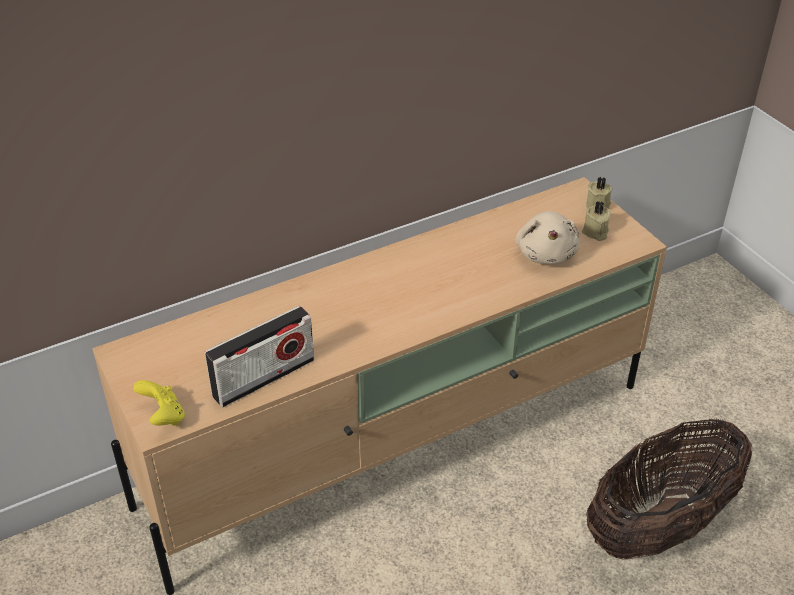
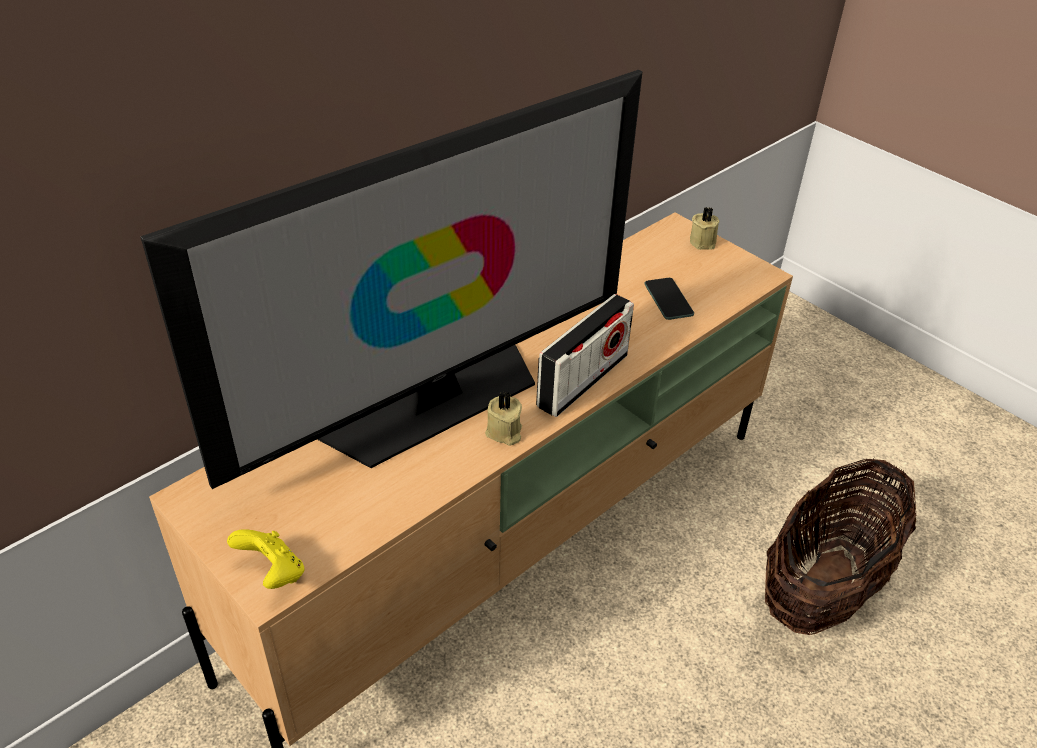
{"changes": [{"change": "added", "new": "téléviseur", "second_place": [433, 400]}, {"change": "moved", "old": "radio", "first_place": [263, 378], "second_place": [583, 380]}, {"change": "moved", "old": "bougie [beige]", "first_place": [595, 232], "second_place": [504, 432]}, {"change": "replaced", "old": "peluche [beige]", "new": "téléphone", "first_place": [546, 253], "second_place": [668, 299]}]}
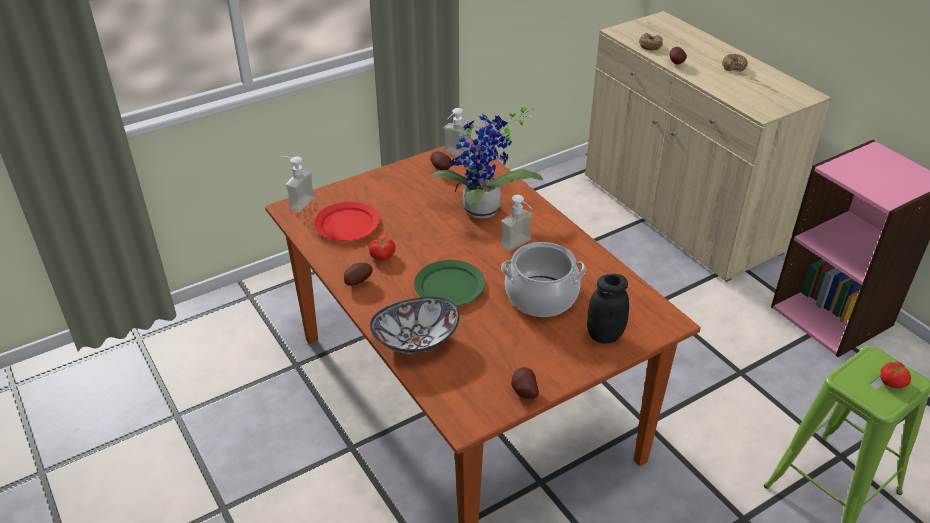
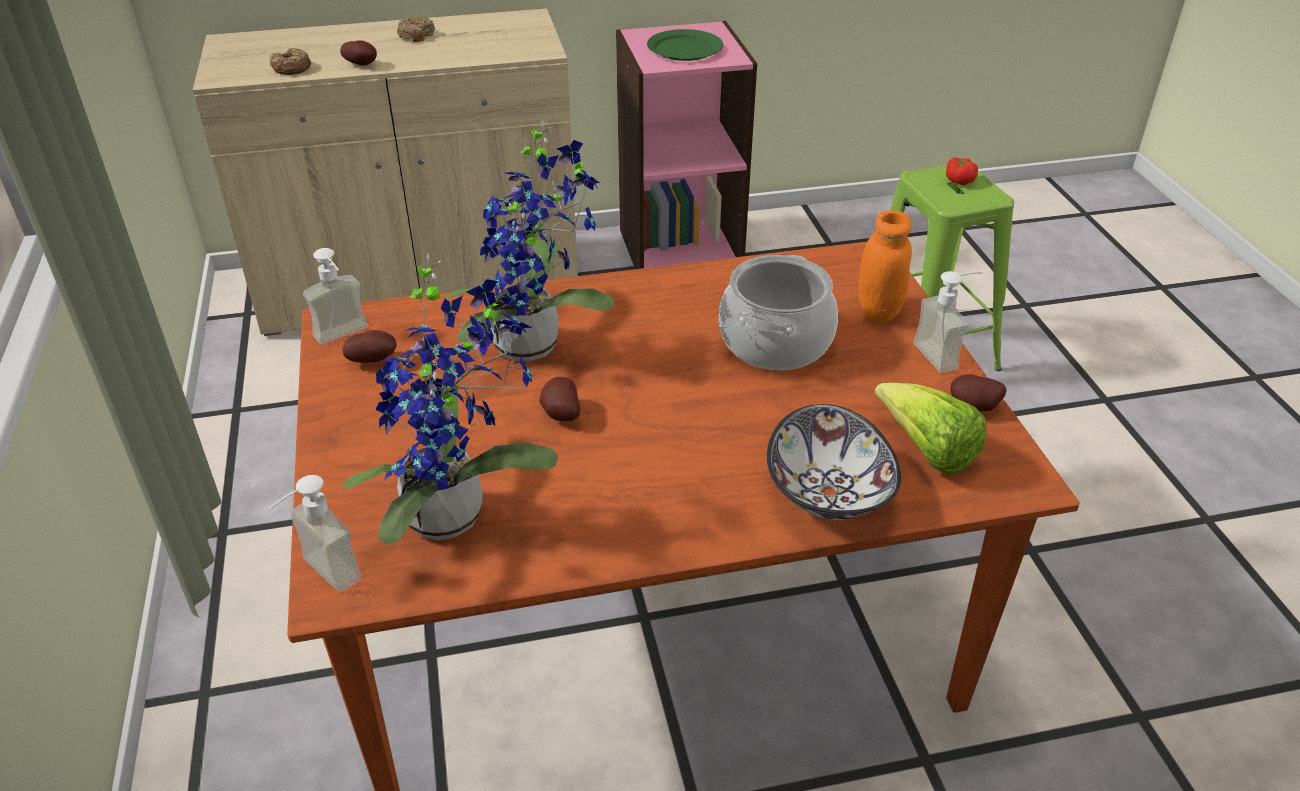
{"changes": [{"change": "removed", "old": "tomate", "first_place": [383, 256]}, {"change": "added", "new": "laitue", "second_place": [927, 451]}, {"change": "moved", "old": "pomme de terre", "first_place": [357, 281], "second_place": [560, 414]}, {"change": "moved", "old": "assiette [vert]", "first_place": [450, 286], "second_place": [684, 49]}, {"change": "moved", "old": "distributeur de savon", "first_place": [520, 246], "second_place": [945, 354]}, {"change": "replaced", "old": "assiette [rouge]", "new": "plante en pot", "first_place": [347, 224], "second_place": [455, 514]}, {"change": "recoloured", "old": "bocal [noir]", "new": "bocal [orange]", "first_place": [604, 335], "second_place": [878, 311]}]}
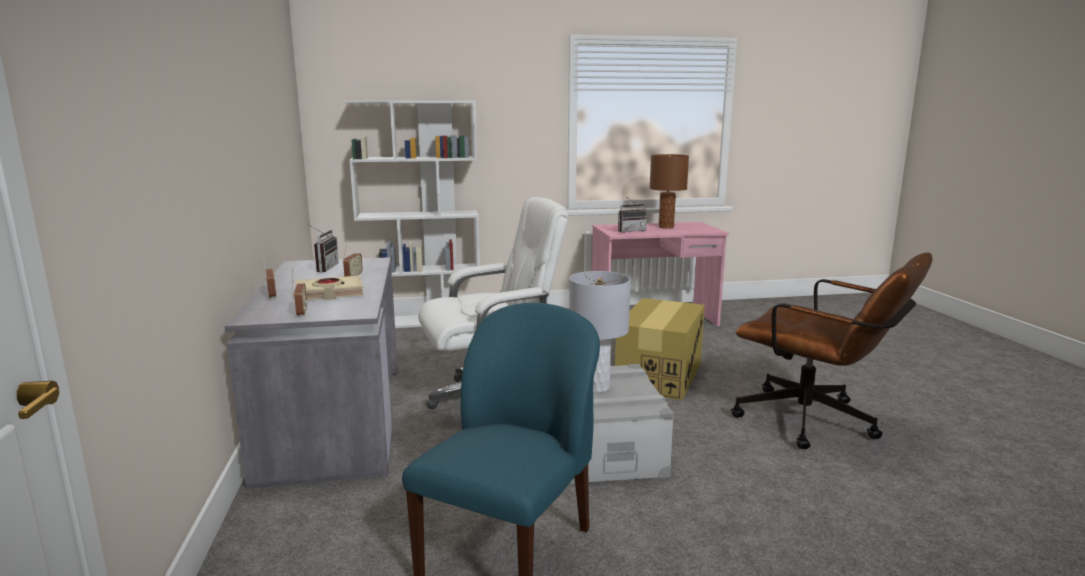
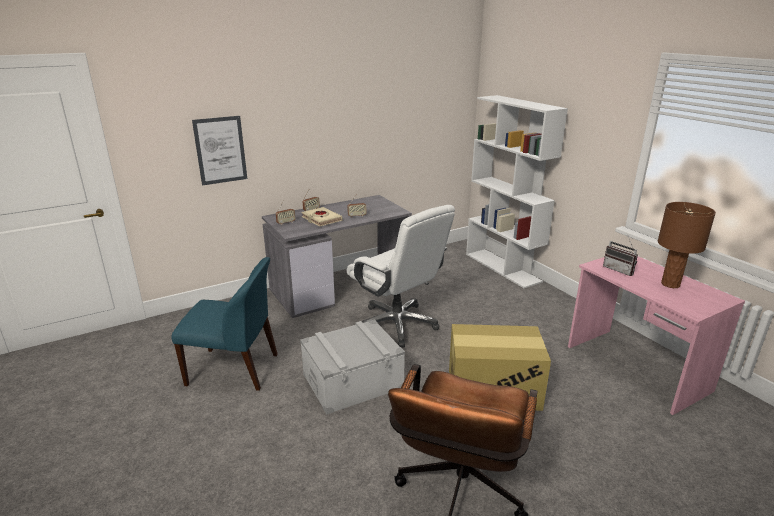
{"changes": [{"change": "removed", "old": "radio", "first_place": [323, 268]}, {"change": "removed", "old": "lampe de table [gris]", "first_place": [597, 387]}, {"change": "added", "new": "tableau", "second_place": [220, 150]}]}
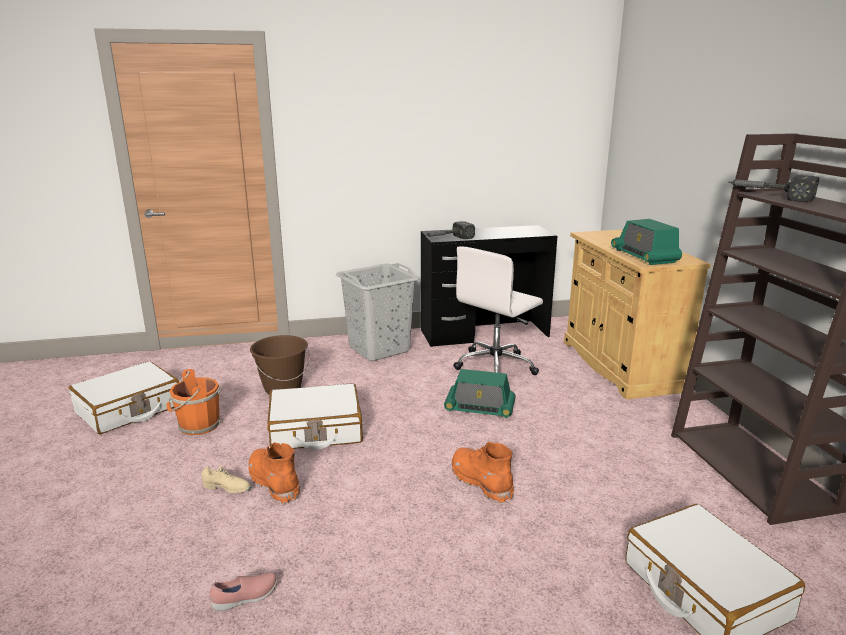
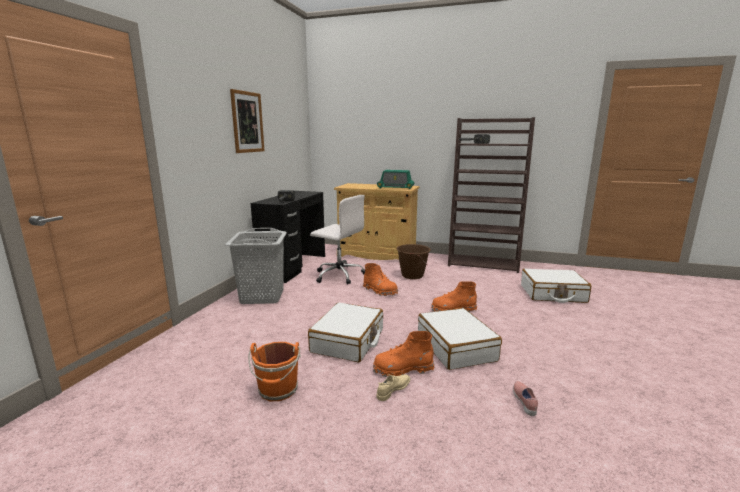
{"changes": [{"change": "added", "new": "tableau", "second_place": [247, 122]}, {"change": "moved", "old": "valise [blanc]", "first_place": [129, 409], "second_place": [456, 348]}, {"change": "moved", "old": "seau [marron]", "first_place": [282, 388], "second_place": [412, 275]}, {"change": "replaced", "old": "radio", "new": "botte [orange]", "first_place": [479, 408], "second_place": [380, 291]}, {"change": "turned", "old": "chaise de bureau [blanc]", "first_place": [496, 366], "second_place": [338, 275], "degrees": -45}]}
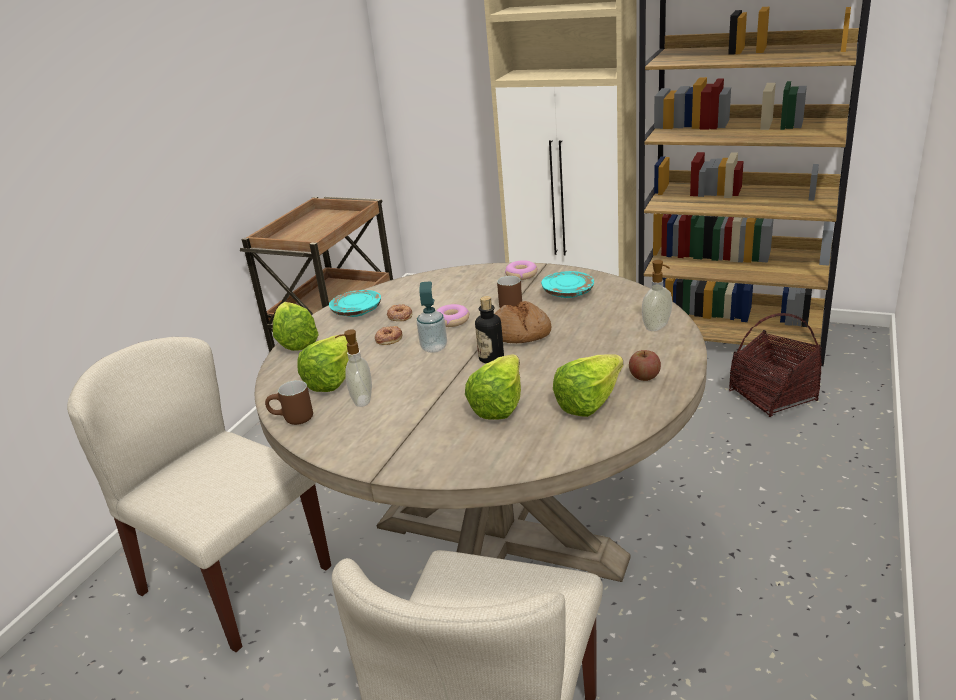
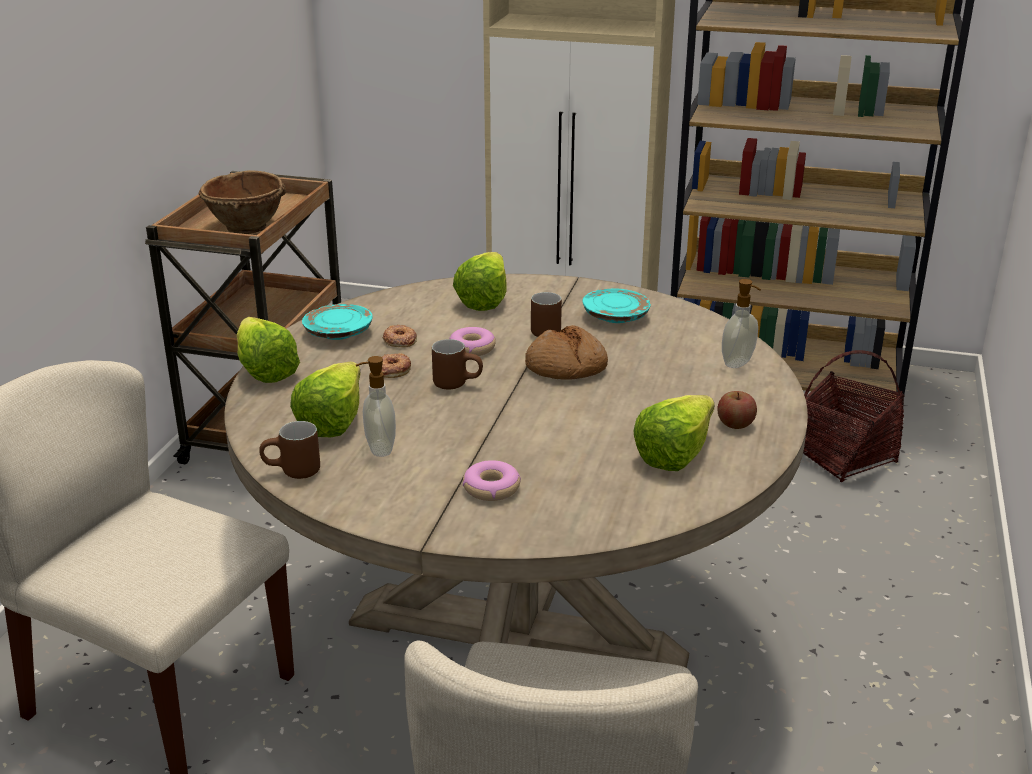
{"changes": [{"change": "removed", "old": "bouteille", "first_place": [491, 358]}, {"change": "added", "new": "bol [marron]", "second_place": [246, 228]}, {"change": "moved", "old": "laitue", "first_place": [503, 402], "second_place": [488, 298]}, {"change": "moved", "old": "beignet", "first_place": [521, 275], "second_place": [491, 488]}, {"change": "replaced", "old": "distributeur de savon", "new": "mug [marron]", "first_place": [434, 348], "second_place": [457, 383]}]}
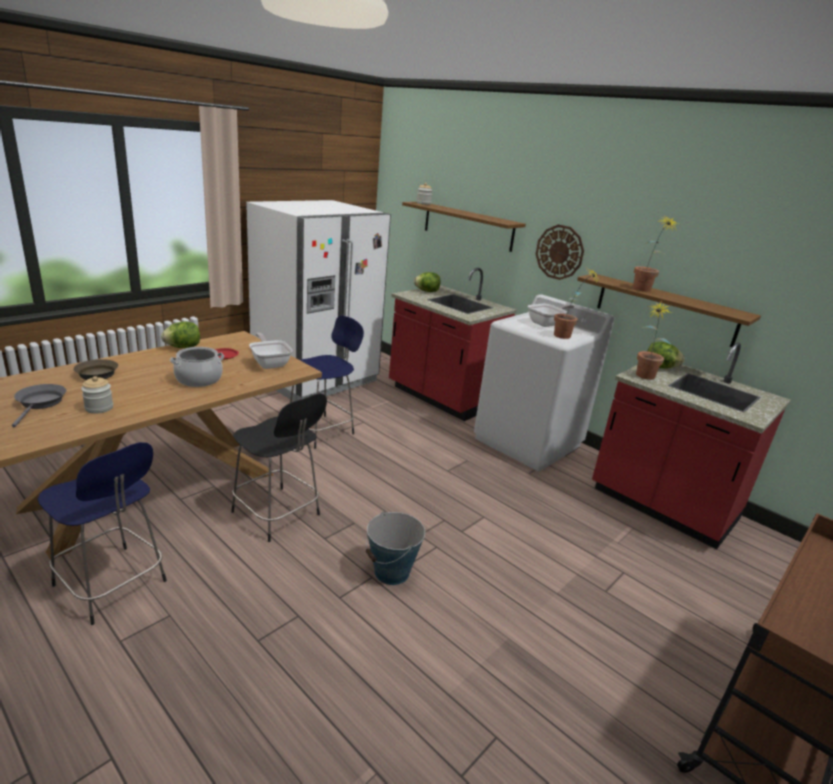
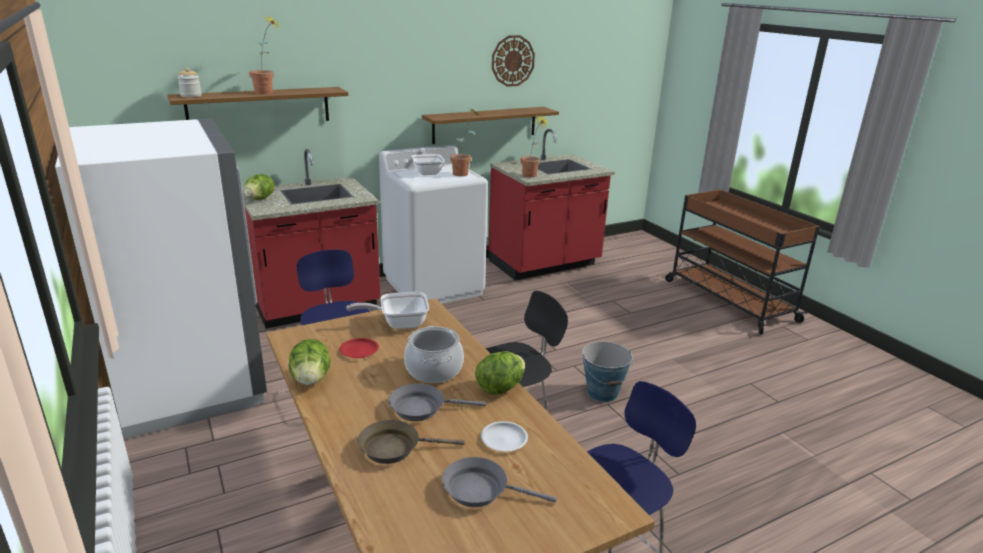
{"changes": [{"change": "added", "new": "poêle [gris]", "second_place": [422, 408]}, {"change": "moved", "old": "horloge murale", "first_place": [559, 252], "second_place": [512, 61]}, {"change": "moved", "old": "plante en pot", "first_place": [643, 290], "second_place": [268, 93]}, {"change": "moved", "old": "laitue", "first_place": [660, 367], "second_place": [500, 388]}, {"change": "replaced", "old": "bocal", "new": "assiette [blanc]", "first_place": [99, 408], "second_place": [504, 439]}]}
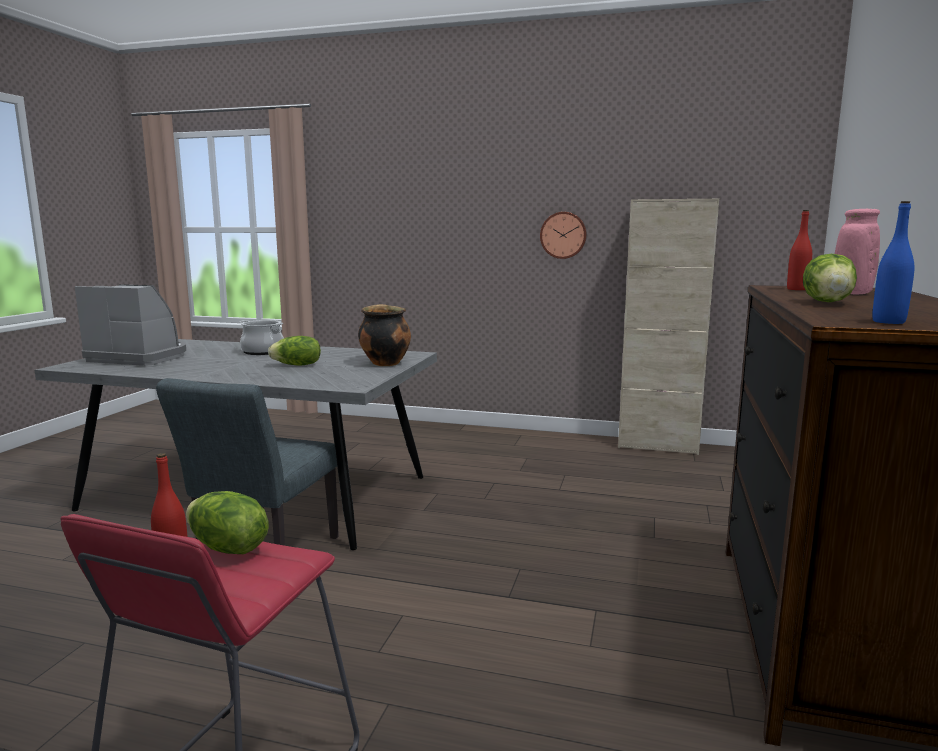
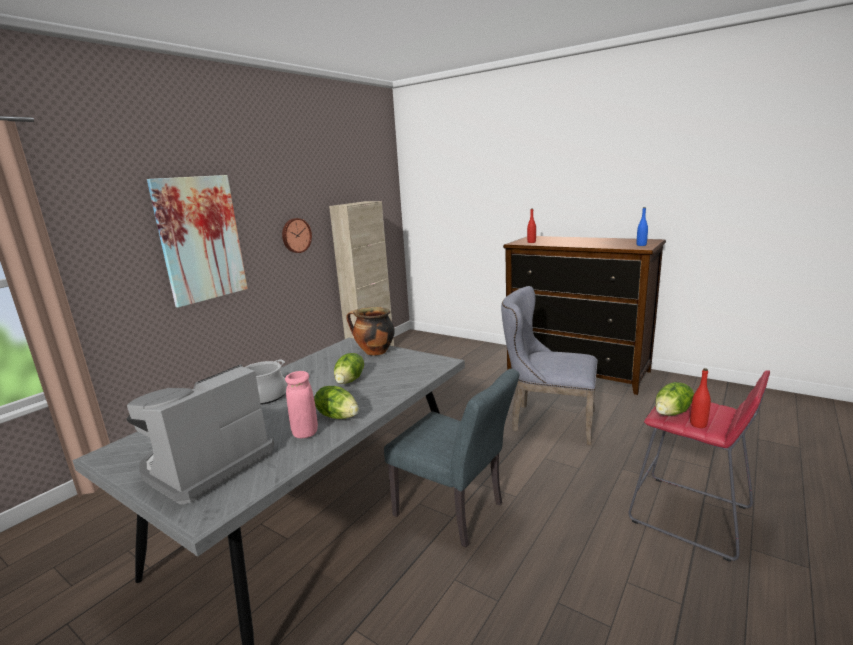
{"changes": [{"change": "added", "new": "tableau", "second_place": [200, 239]}, {"change": "added", "new": "chaise [gris]", "second_place": [547, 421]}, {"change": "moved", "old": "laitue", "first_place": [828, 302], "second_place": [338, 416]}, {"change": "moved", "old": "vase [rose]", "first_place": [851, 293], "second_place": [305, 433]}]}
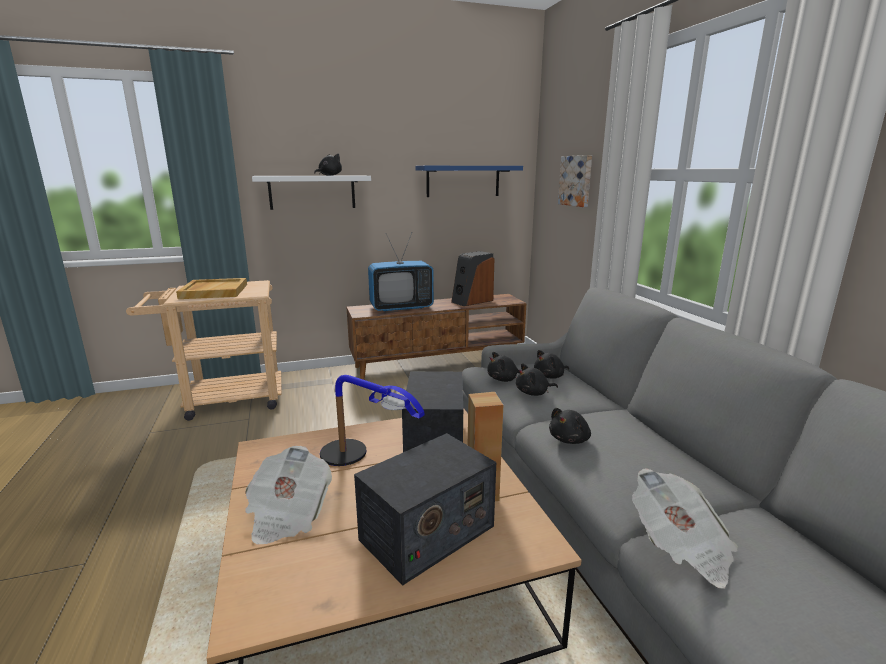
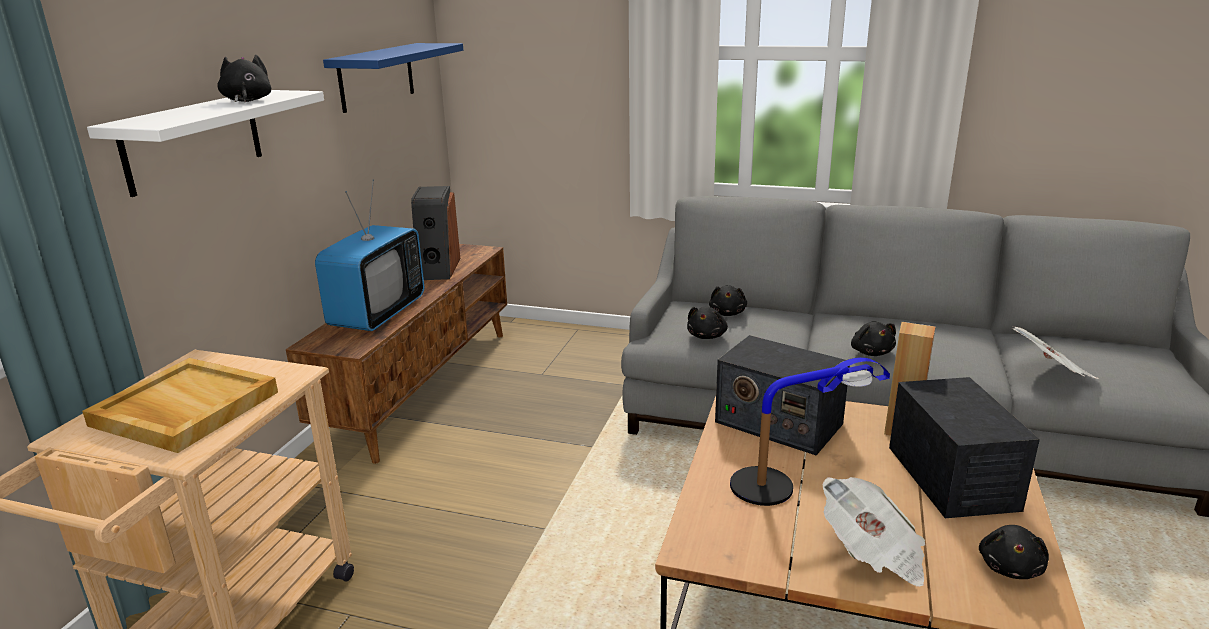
{"changes": [{"change": "removed", "old": "tableau", "first_place": [576, 181]}, {"change": "moved", "old": "peluche [noir]", "first_place": [533, 393], "second_place": [1010, 567]}]}
